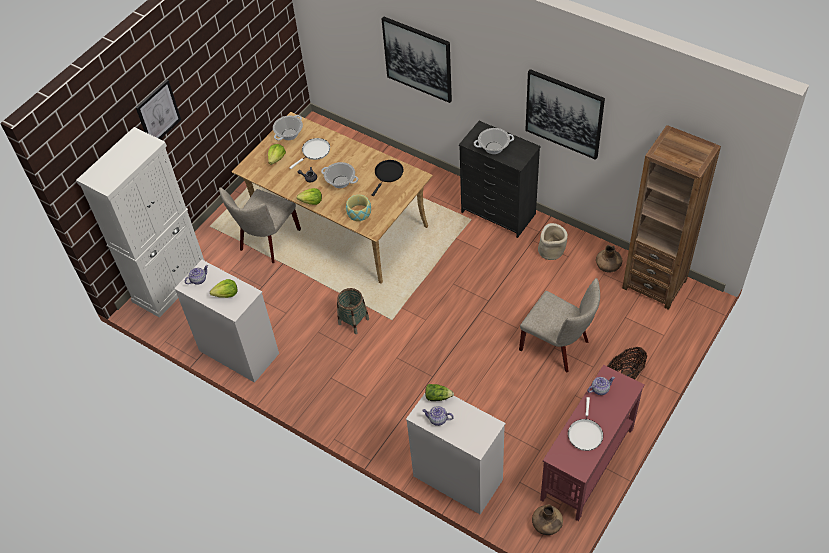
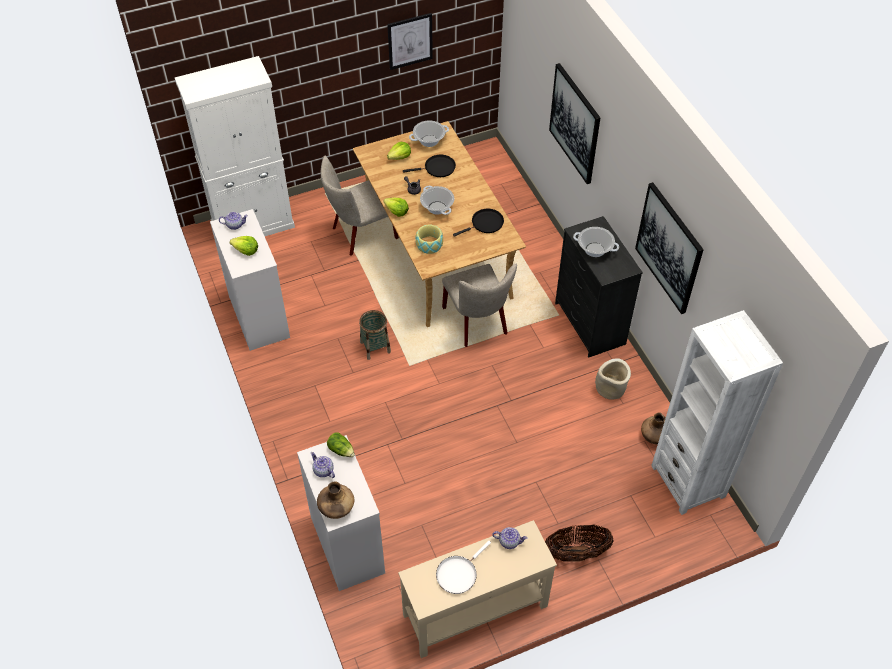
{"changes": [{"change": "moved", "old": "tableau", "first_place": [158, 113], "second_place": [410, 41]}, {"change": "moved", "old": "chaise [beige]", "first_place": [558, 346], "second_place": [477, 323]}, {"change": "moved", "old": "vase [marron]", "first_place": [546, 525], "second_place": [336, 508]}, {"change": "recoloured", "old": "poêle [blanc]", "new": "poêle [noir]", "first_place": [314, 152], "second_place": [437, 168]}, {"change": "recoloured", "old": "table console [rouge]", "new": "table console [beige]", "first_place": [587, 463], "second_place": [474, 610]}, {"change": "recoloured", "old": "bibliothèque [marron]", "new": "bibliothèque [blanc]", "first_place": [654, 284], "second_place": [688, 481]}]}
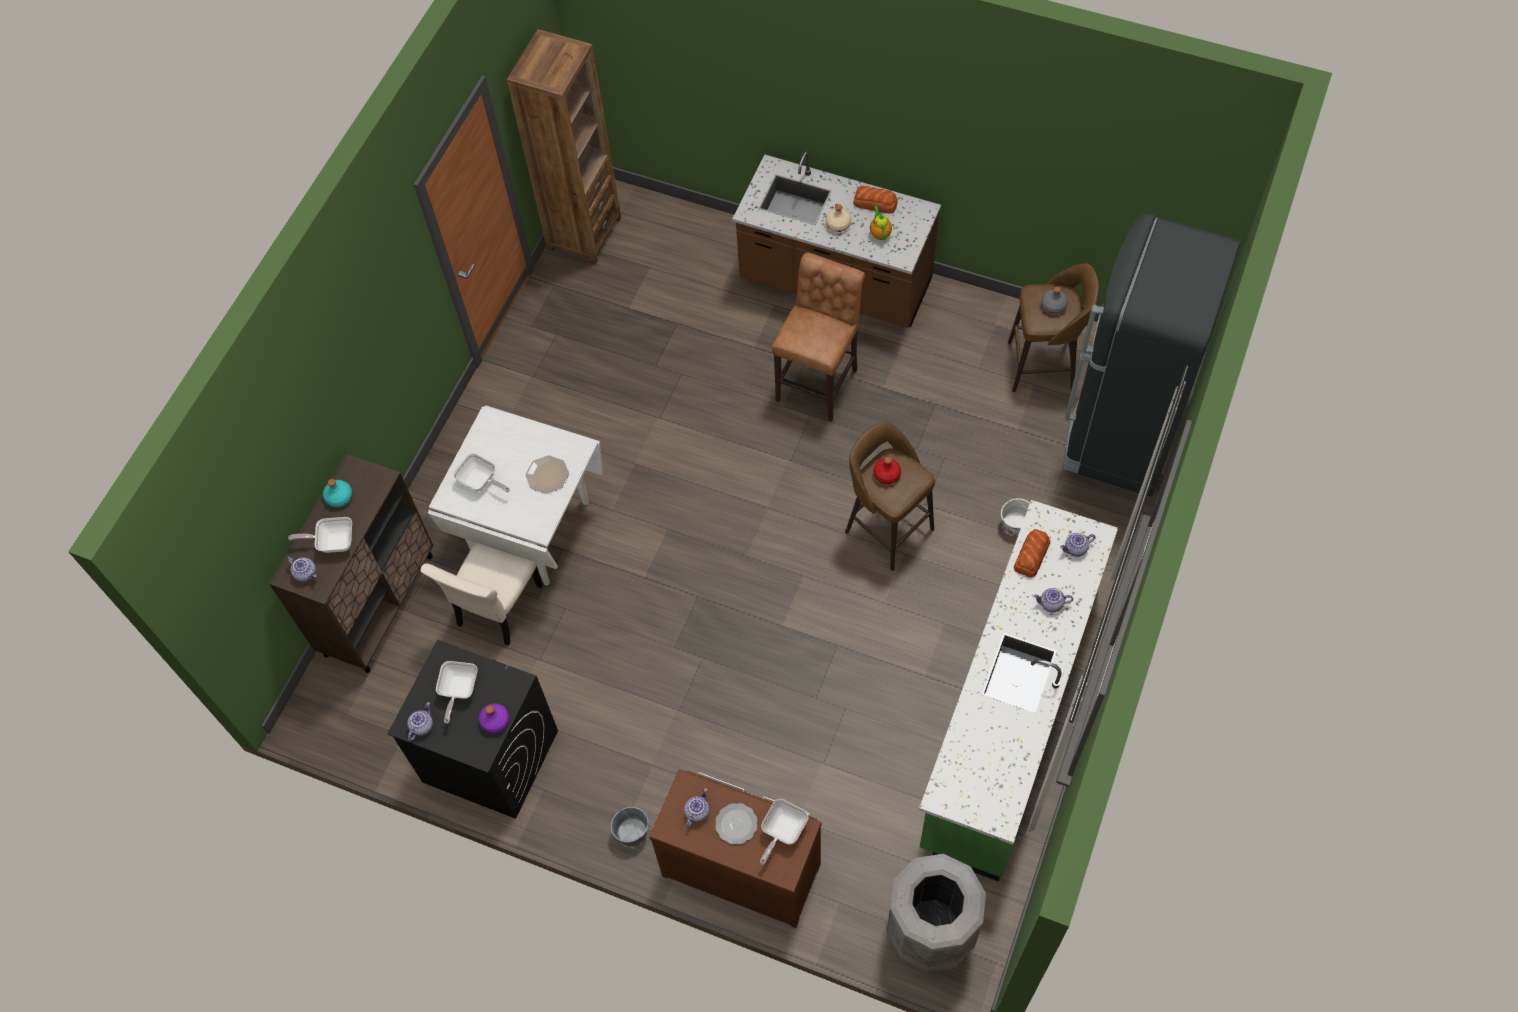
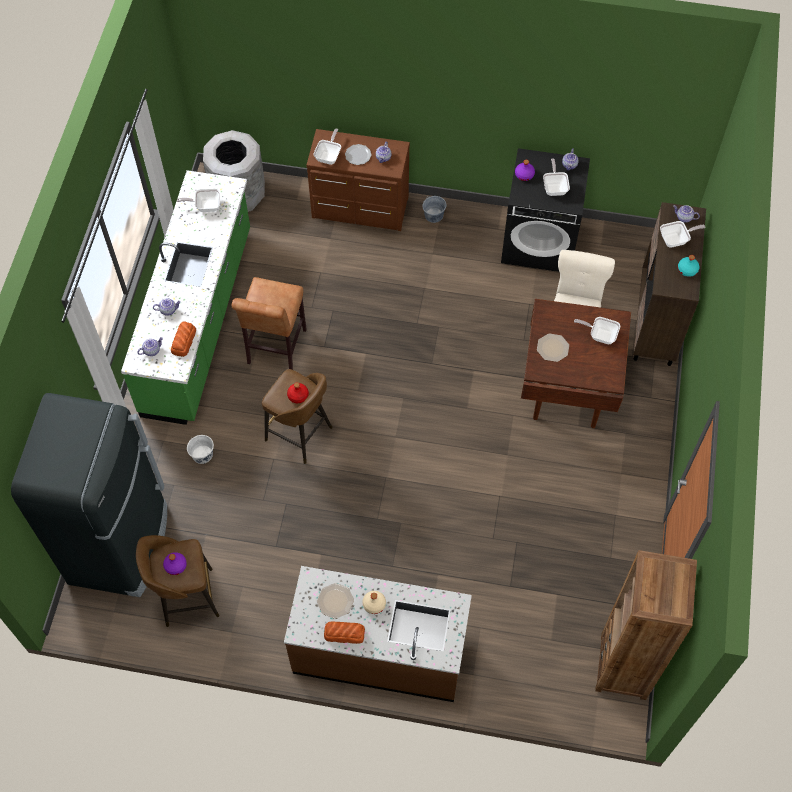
{"changes": [{"change": "added", "new": "poêle", "second_place": [205, 206]}, {"change": "moved", "old": "tabouret [marron]", "first_place": [819, 381], "second_place": [275, 349]}, {"change": "replaced", "old": "théière", "new": "assiette", "first_place": [880, 233], "second_place": [335, 601]}, {"change": "recoloured", "old": "table à manger [blanc]", "new": "table à manger [marron]", "first_place": [533, 531], "second_place": [566, 390]}, {"change": "recoloured", "old": "bouteille [gris]", "new": "bouteille [violet]", "first_place": [1053, 306], "second_place": [175, 565]}]}
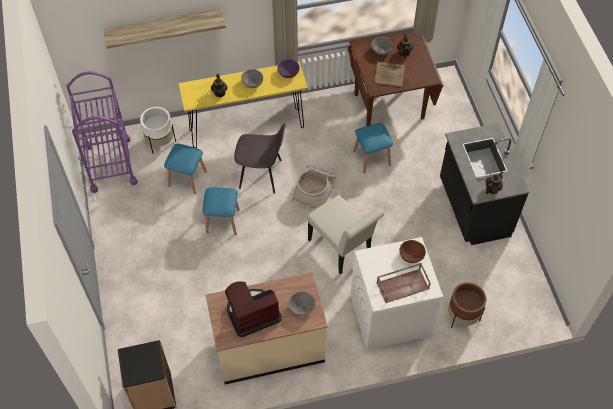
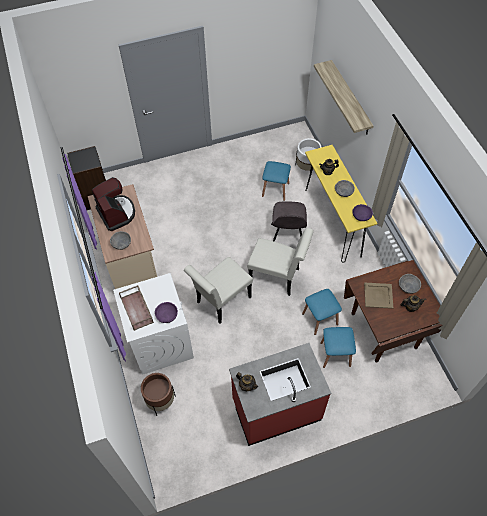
{"changes": [{"change": "removed", "old": "chariot [violet]", "first_place": [110, 164]}, {"change": "moved", "old": "tabouret [bleu]", "first_place": [222, 220], "second_place": [335, 354]}, {"change": "replaced", "old": "panier", "new": "chaise [blanc]", "first_place": [315, 190], "second_place": [278, 277]}, {"change": "recoloured", "old": "bol [marron]", "new": "bol [violet]", "first_place": [411, 255], "second_place": [166, 315]}, {"change": "recoloured", "old": "comptoir de cuisine [noir]", "new": "comptoir de cuisine [rouge]", "first_place": [472, 208], "second_place": [276, 409]}]}
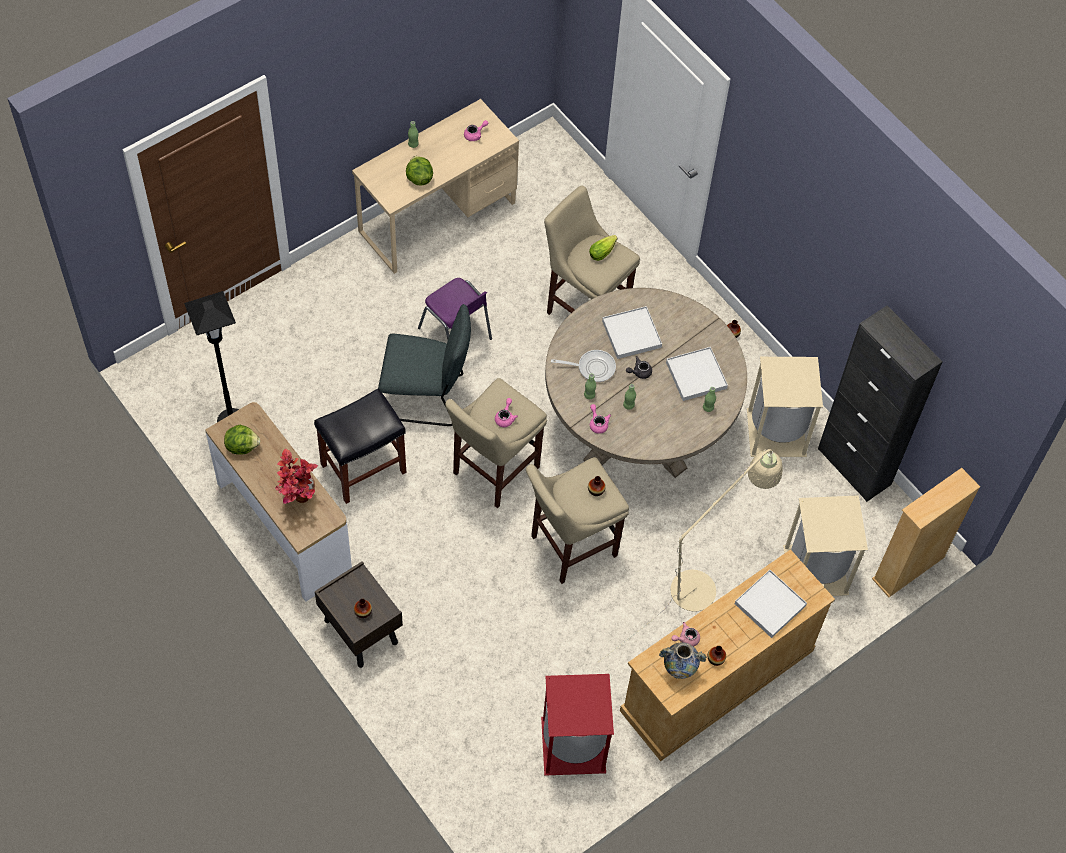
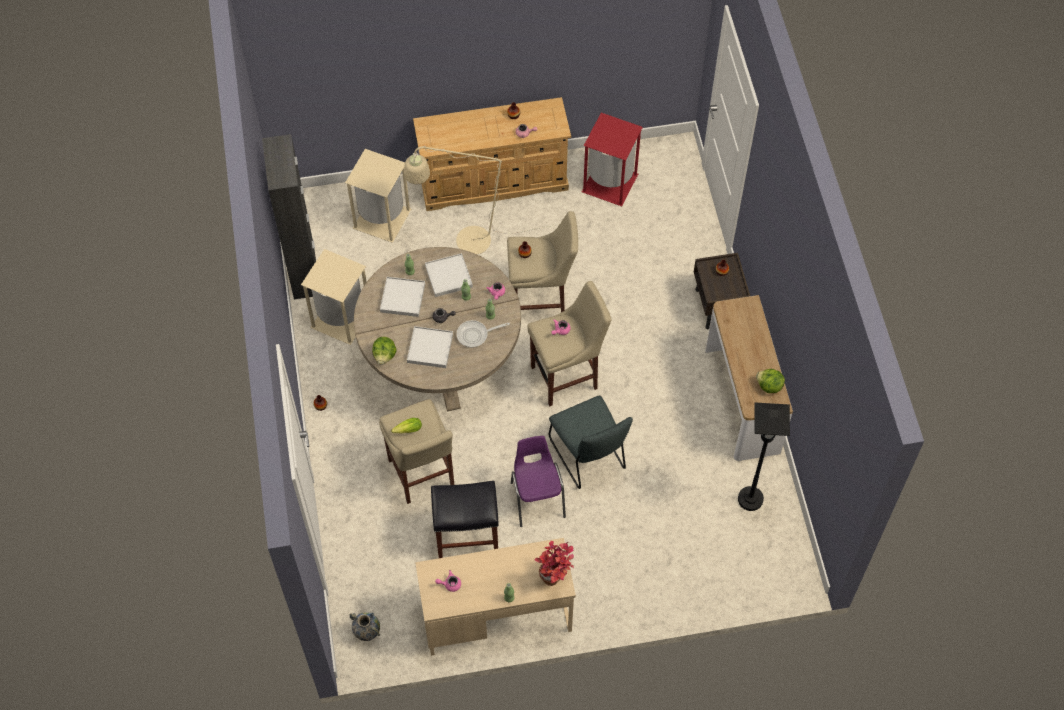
{"changes": [{"change": "removed", "old": "bibliothèque [beige]", "first_place": [908, 568]}, {"change": "moved", "old": "plante en pot", "first_place": [298, 501], "second_place": [555, 576]}, {"change": "moved", "old": "tabouret [noir]", "first_place": [362, 469], "second_place": [468, 535]}, {"change": "moved", "old": "laitue", "first_place": [419, 178], "second_place": [384, 355]}, {"change": "moved", "old": "vase", "first_place": [679, 670], "second_place": [367, 634]}, {"change": "moved", "old": "plateau [blanc]", "first_place": [770, 605], "second_place": [448, 276]}, {"change": "turned", "old": "chaise [gris]", "first_place": [425, 397], "second_place": [588, 456], "degrees": -150}, {"change": "turned", "old": "poêle", "first_place": [592, 367], "second_place": [475, 335], "degrees": -45}]}
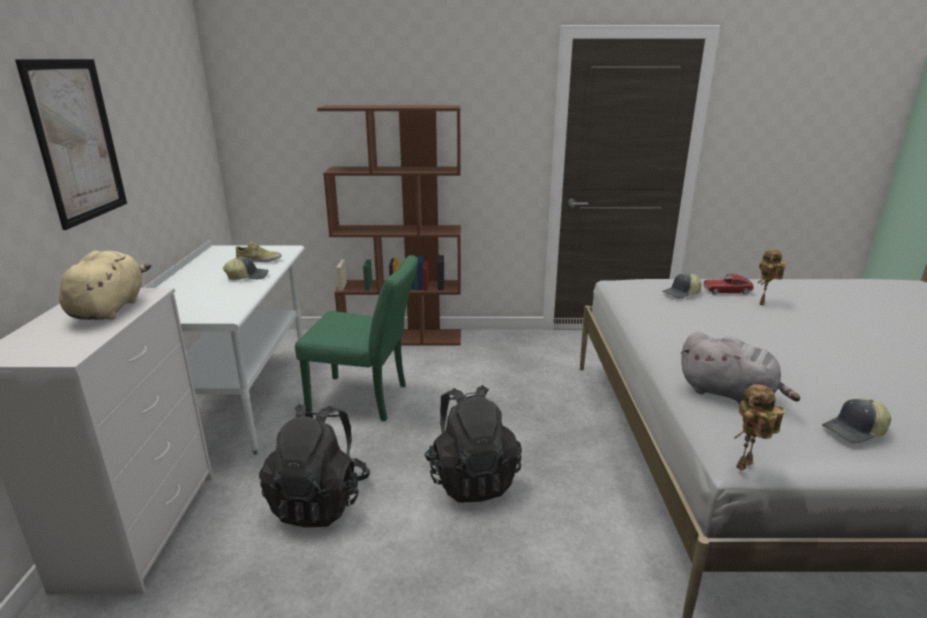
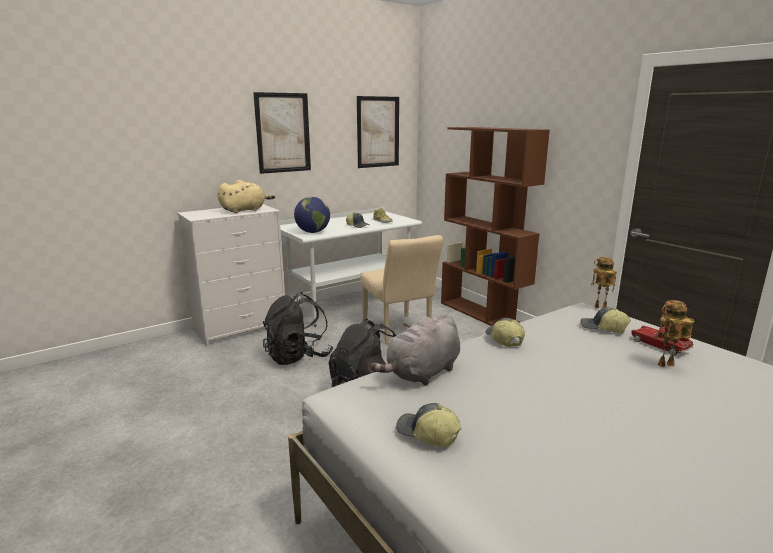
{"changes": [{"change": "added", "new": "globe", "second_place": [313, 232]}, {"change": "added", "new": "tableau", "second_place": [378, 132]}, {"change": "added", "new": "casquette", "second_place": [503, 339]}, {"change": "moved", "old": "robot jouet", "first_place": [745, 467], "second_place": [599, 308]}, {"change": "recoloured", "old": "chaise [vert]", "new": "chaise [beige]", "first_place": [366, 399], "second_place": [399, 332]}, {"change": "turned", "old": "peluche [gris]", "first_place": [729, 394], "second_place": [422, 373], "degrees": 45}]}
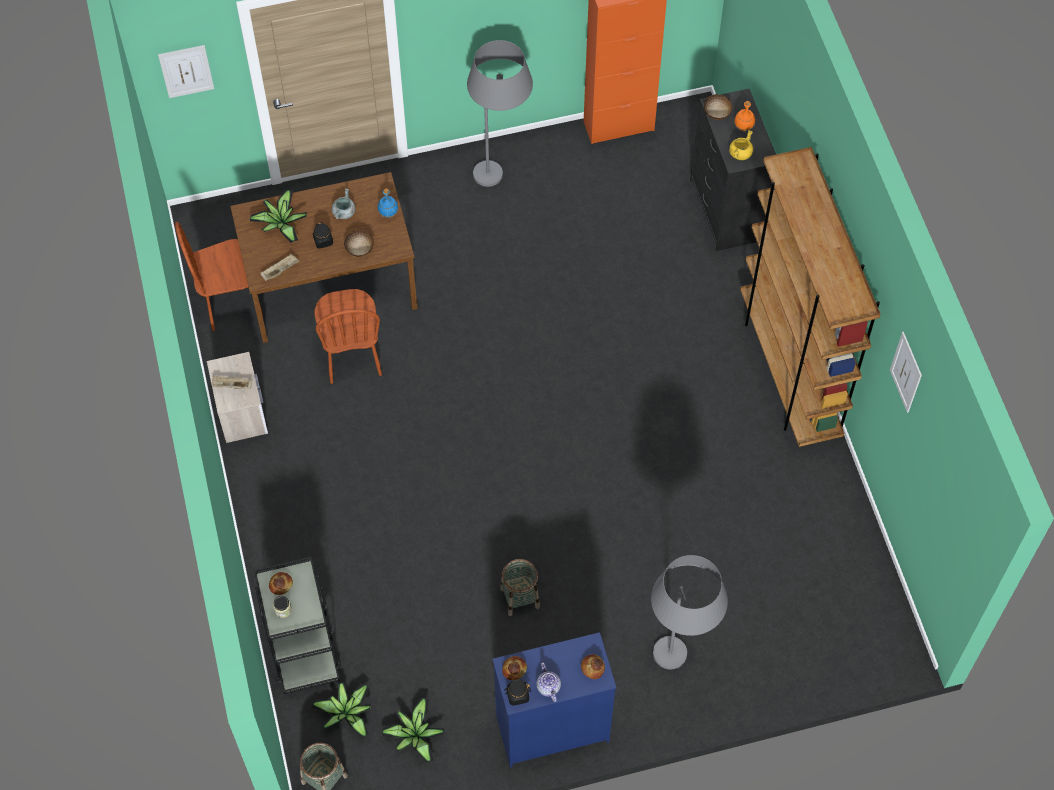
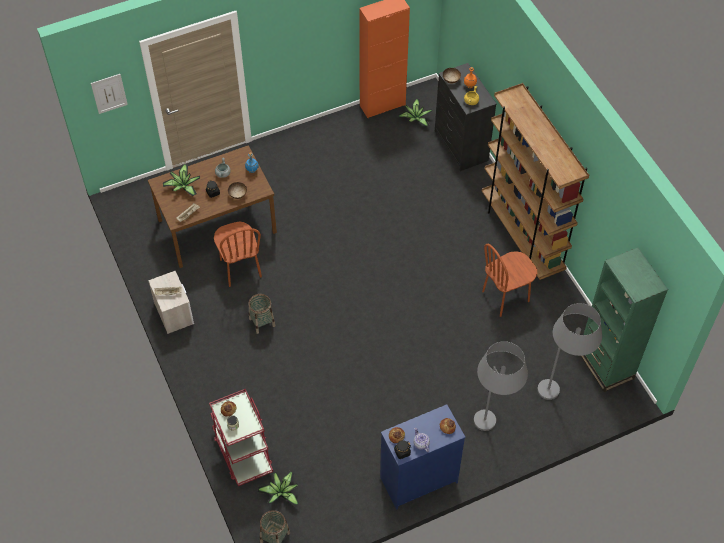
{"changes": [{"change": "removed", "old": "tableau", "first_place": [906, 372]}, {"change": "added", "new": "bibliothèque [vert]", "second_place": [605, 365]}, {"change": "moved", "old": "chaise [marron]", "first_place": [231, 303], "second_place": [506, 297]}, {"change": "moved", "old": "plante en pot", "first_place": [414, 735], "second_place": [415, 118]}, {"change": "moved", "old": "lampadaire [gris]", "first_place": [501, 182], "second_place": [560, 394]}, {"change": "moved", "old": "panier", "first_place": [519, 598], "second_place": [262, 322]}, {"change": "recoloured", "old": "chariot [noir]", "new": "chariot [rouge]", "first_place": [302, 643], "second_place": [243, 453]}]}
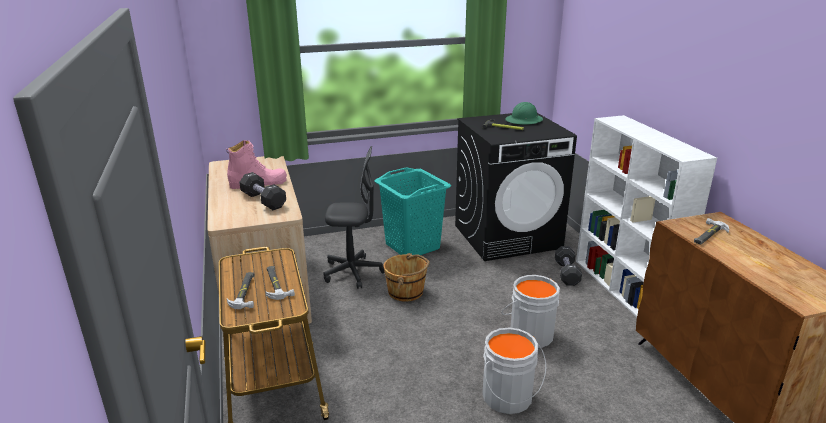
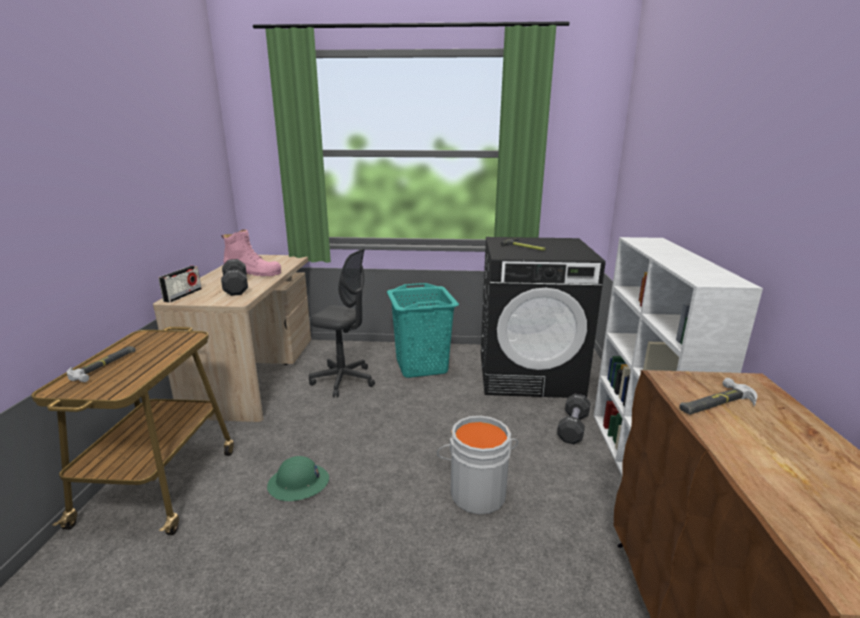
{"changes": [{"change": "removed", "old": "marteau", "first_place": [276, 284]}, {"change": "removed", "old": "seau [marron]", "first_place": [406, 292]}, {"change": "removed", "old": "seau [gris]", "first_place": [508, 398]}, {"change": "added", "new": "radio", "second_place": [183, 295]}, {"change": "moved", "old": "casque de chantier [vert]", "first_place": [524, 120], "second_place": [298, 483]}]}
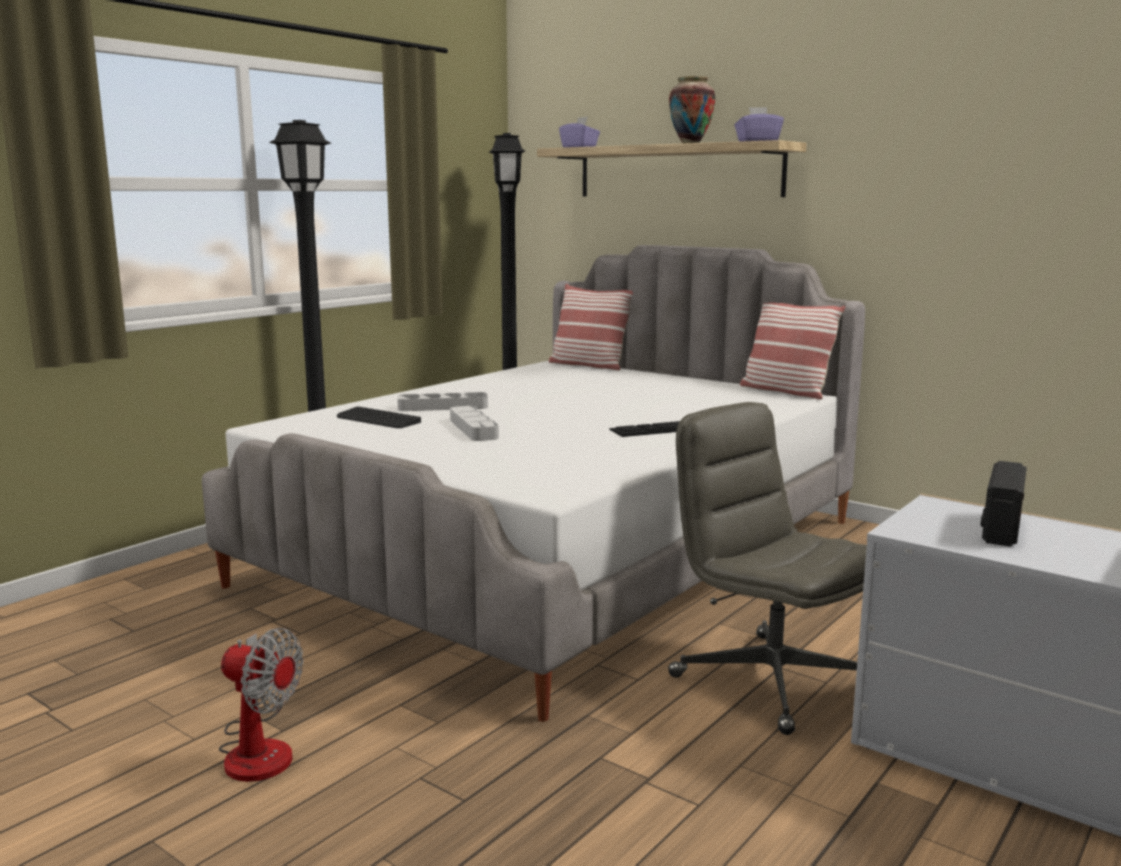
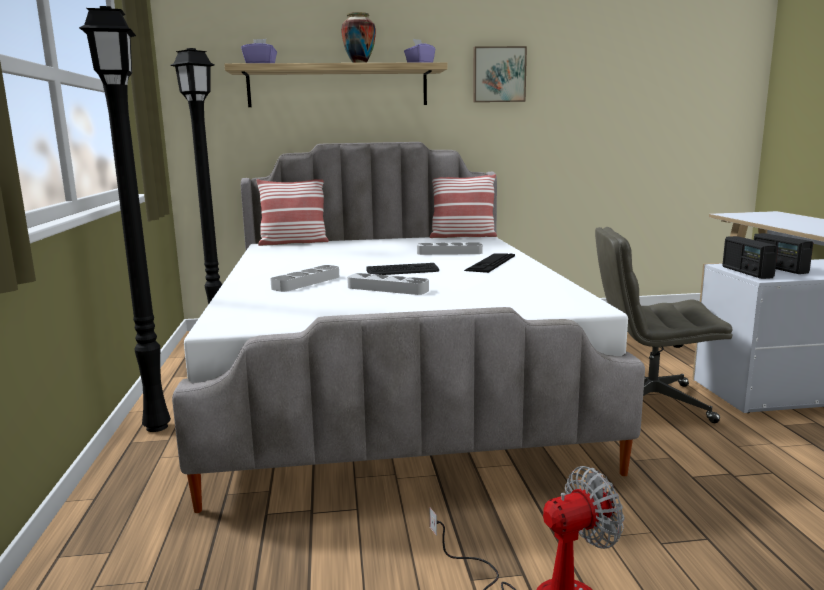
{"changes": [{"change": "added", "new": "plateau [gris]", "second_place": [449, 252]}, {"change": "added", "new": "tableau", "second_place": [498, 74]}, {"change": "added", "new": "radio", "second_place": [746, 272]}, {"change": "moved", "old": "clavier", "first_place": [377, 419], "second_place": [402, 271]}]}
